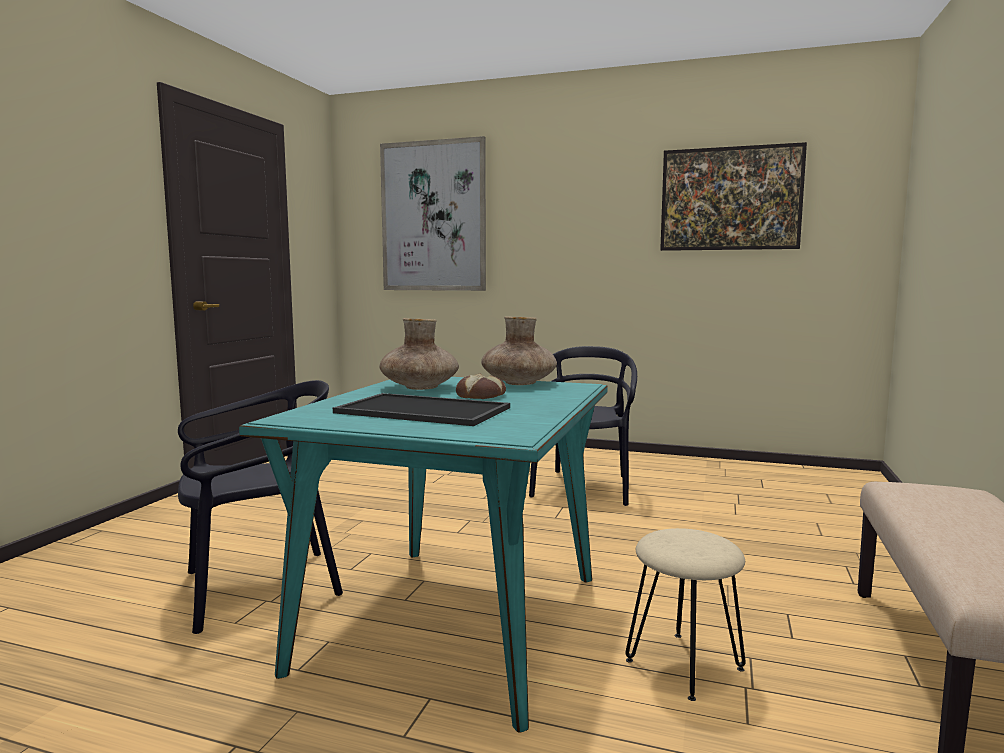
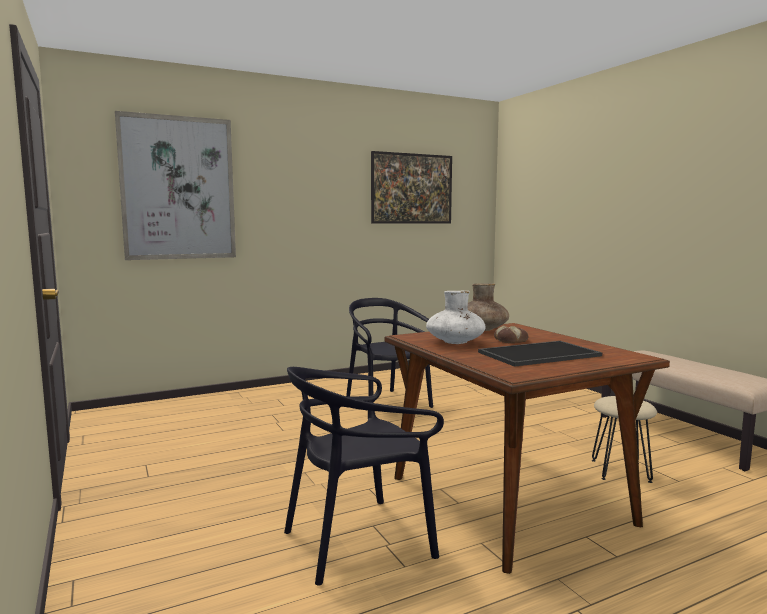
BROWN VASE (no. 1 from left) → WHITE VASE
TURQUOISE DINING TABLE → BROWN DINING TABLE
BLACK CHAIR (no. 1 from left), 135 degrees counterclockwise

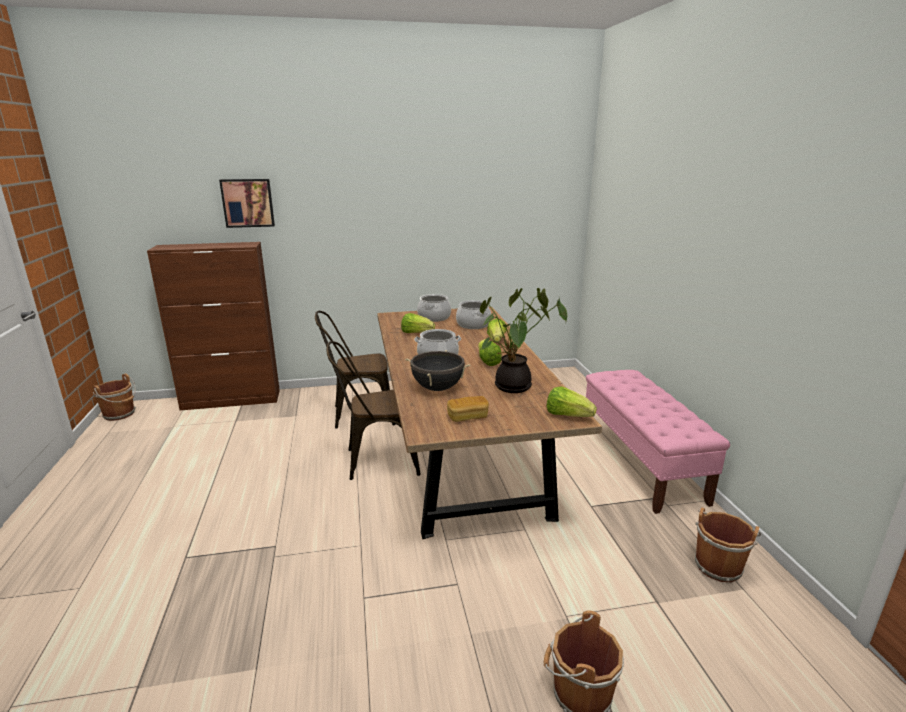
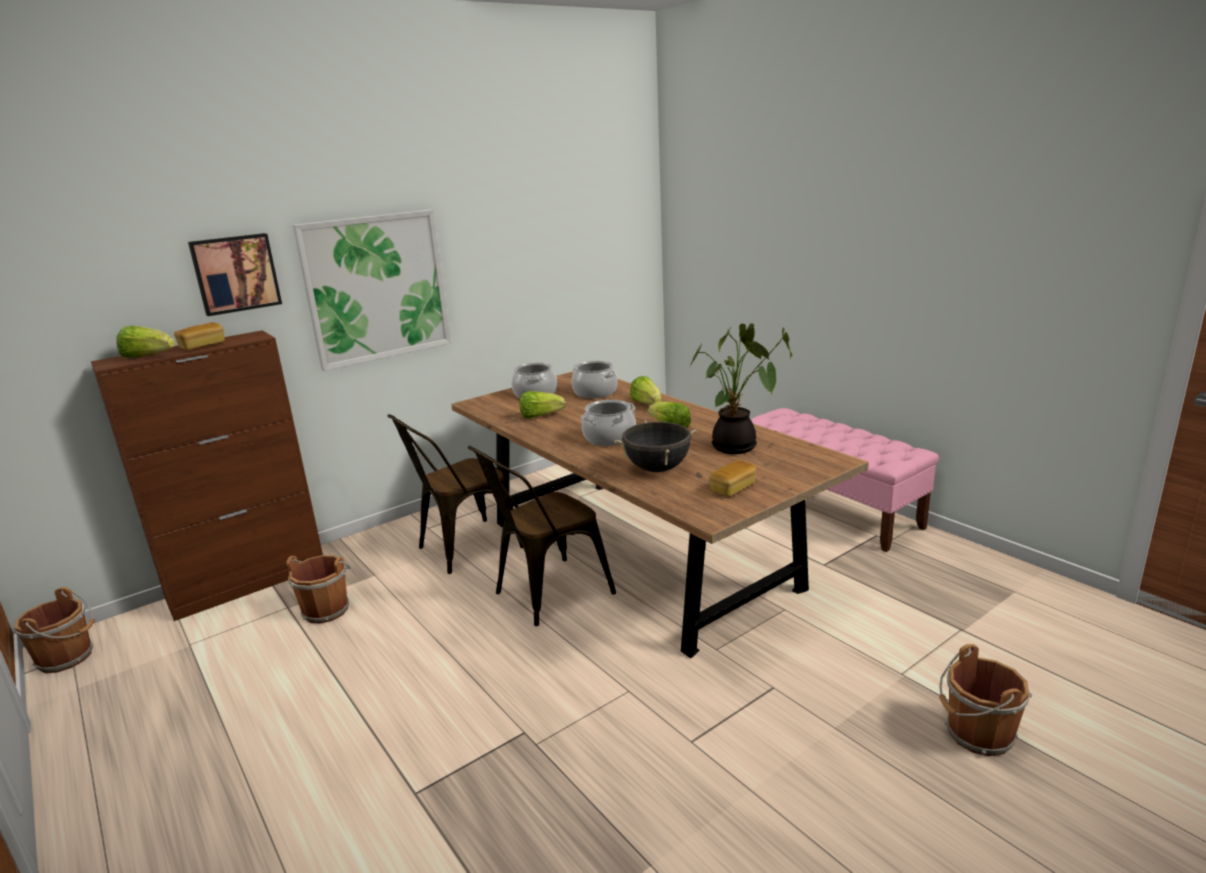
LETTUCE (no. 4 from left in the first image) → LETTUCE (no. 1 from left), shifted
BROWN BUCKET (no. 3 from left in the first image) → BROWN BUCKET (no. 2 from left), shifted
- → PICTURE (no. 2 from left)
- → BREAD (no. 1 from left)

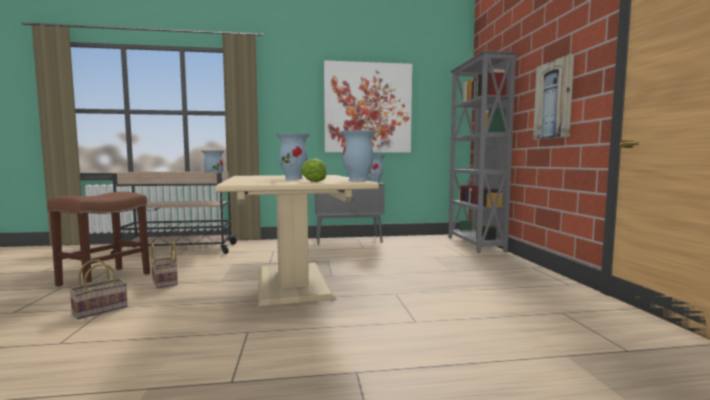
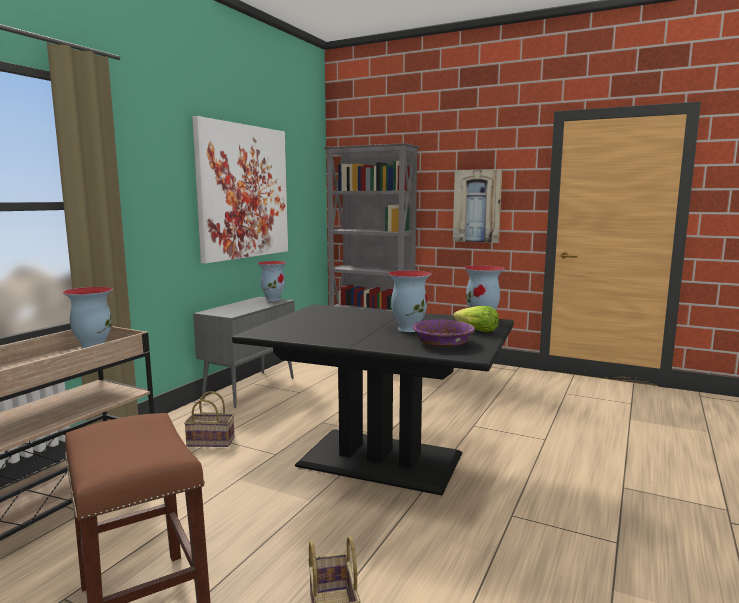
BEIGE DINING TABLE → BLACK DINING TABLE
BASKET (no. 2 from left in the first image) → BASKET (no. 1 from left), shifted
- → PURPLE BOWL

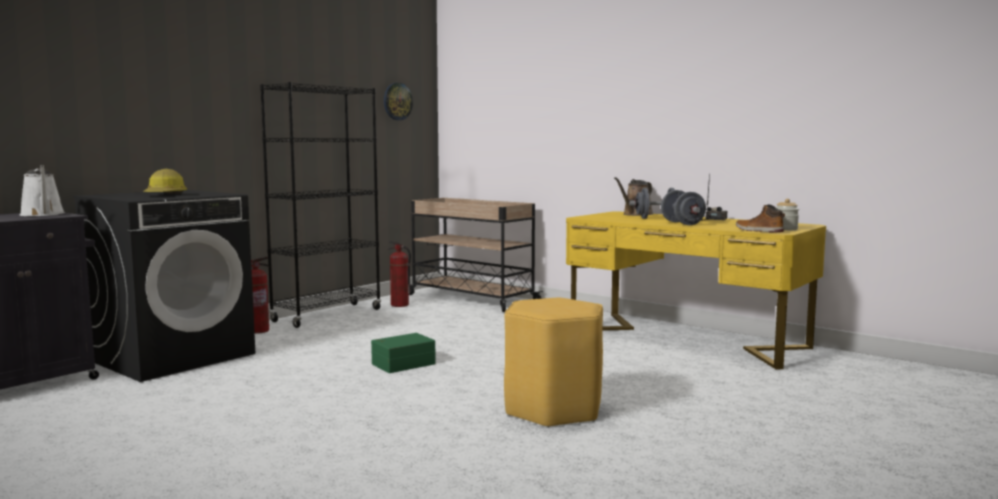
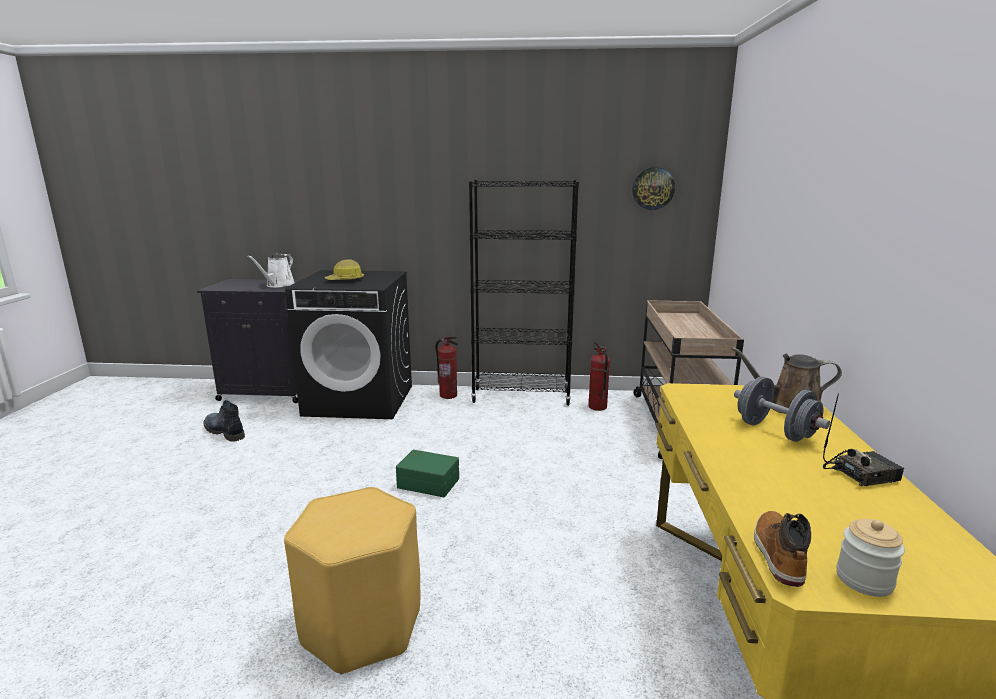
GREY DUMBBELL (no. 2 from left) → -
- → BOOT (no. 1 from left)

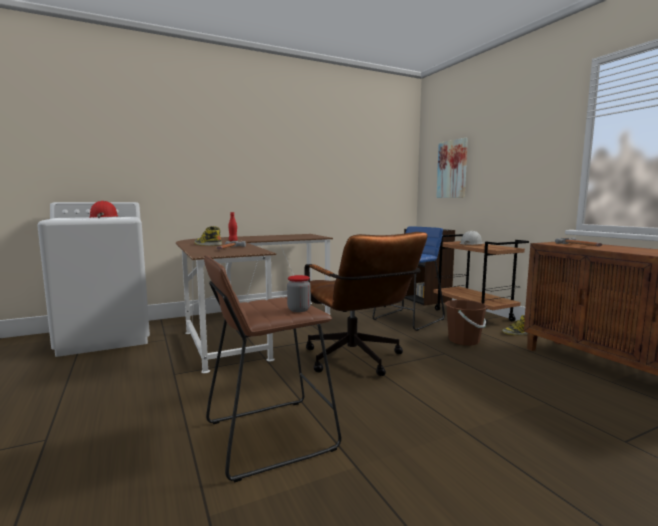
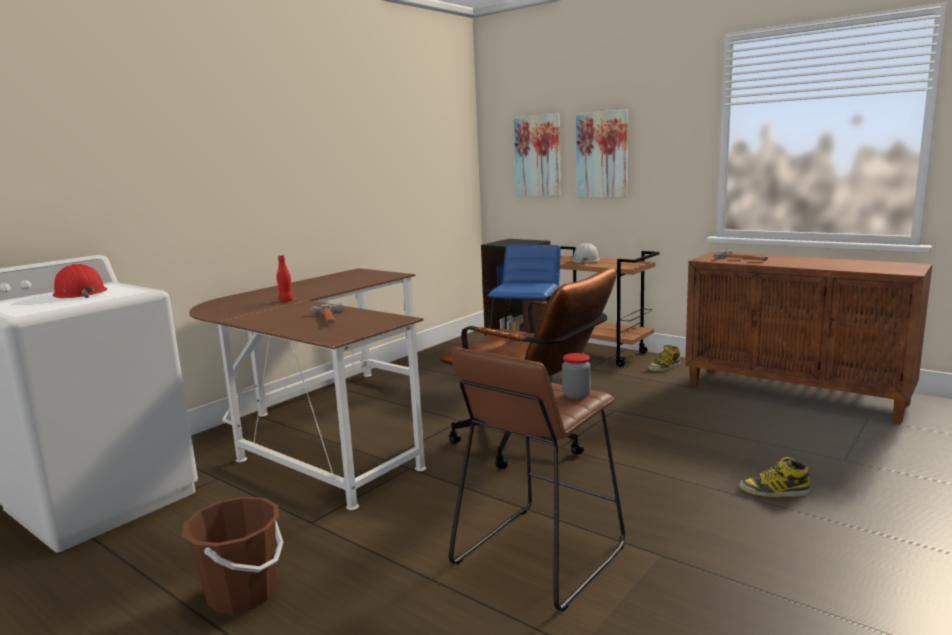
BOOT (no. 1 from left in the first image) → BOOT (no. 2 from left), shifted
BROWN BUCKET, shifted
- → PICTURE (no. 2 from left)

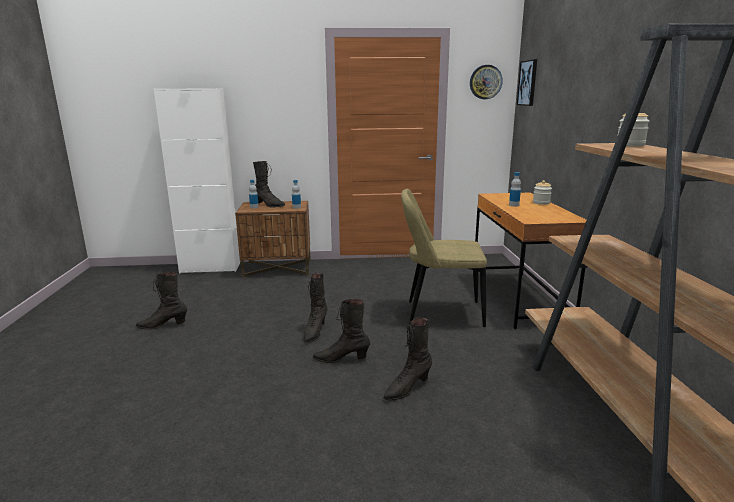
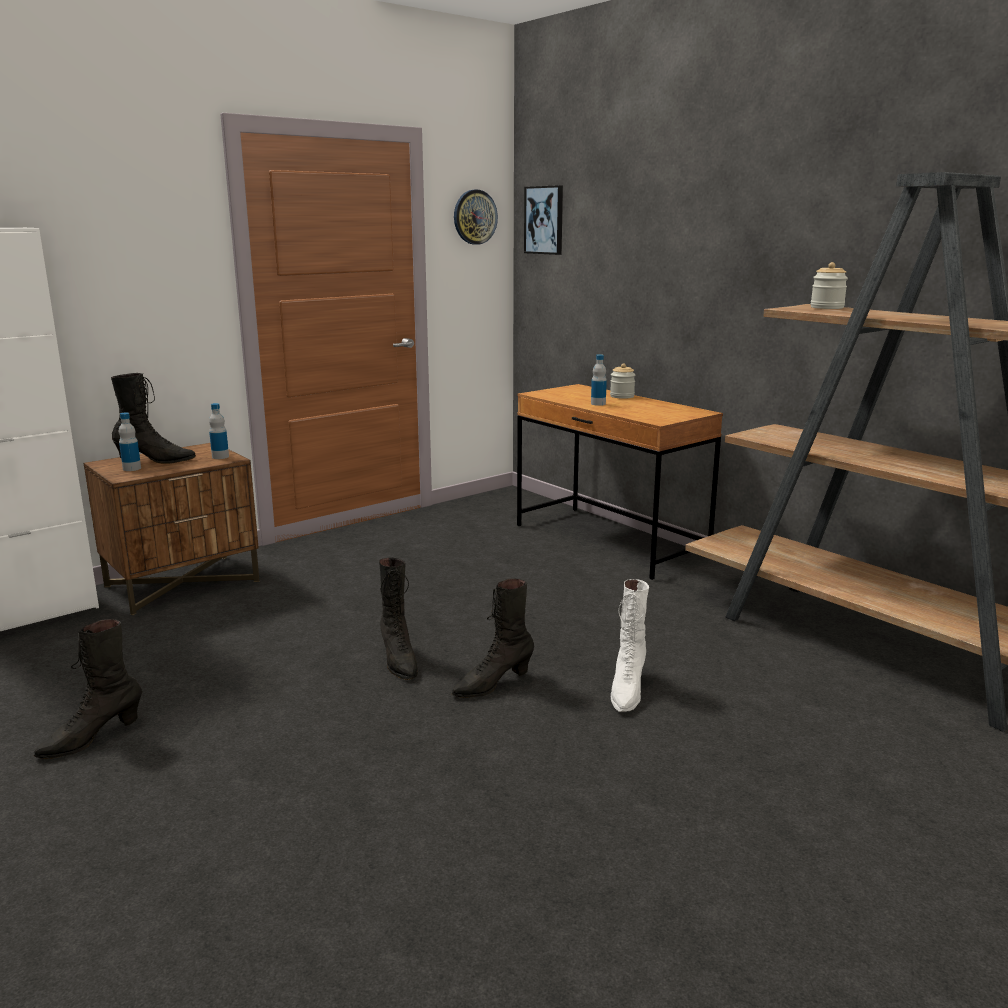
BEIGE CHAIR → -
BLACK BOOT (no. 5 from left) → WHITE BOOT

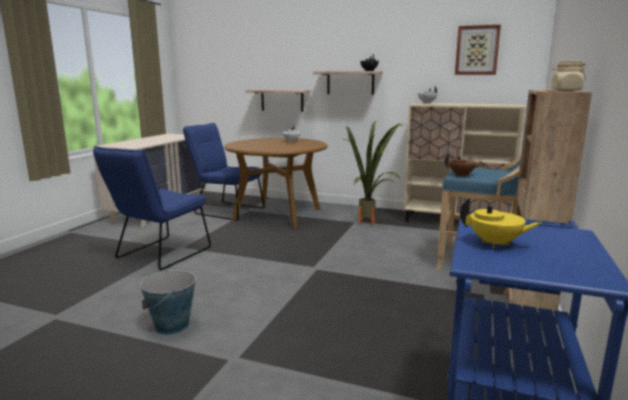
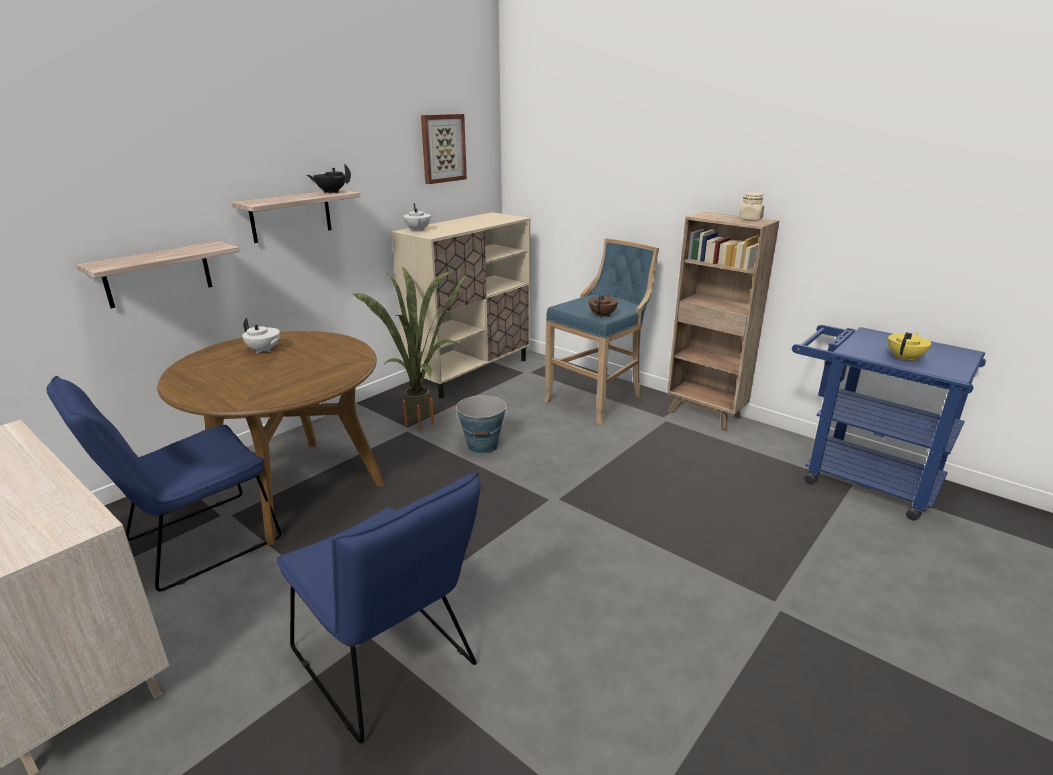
BUCKET, shifted

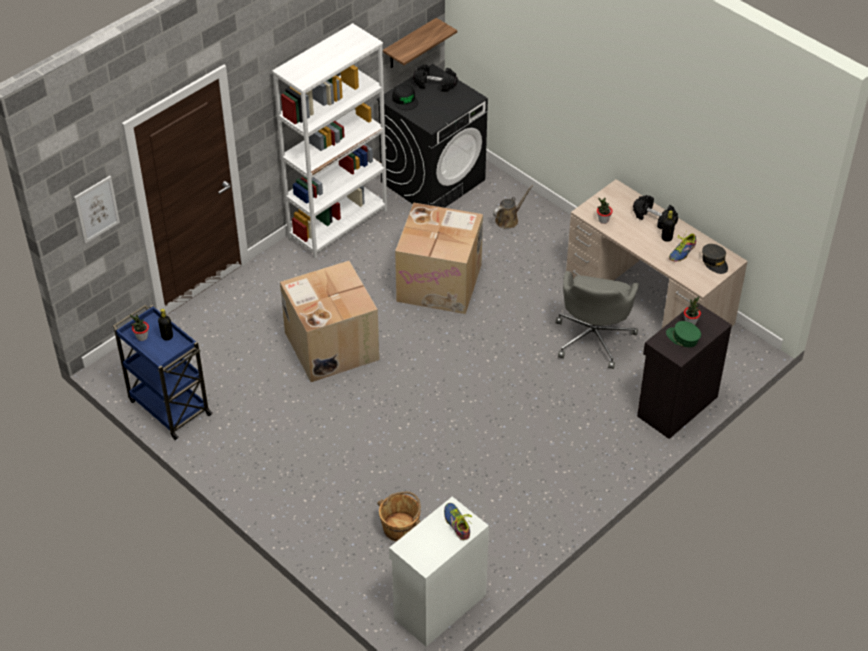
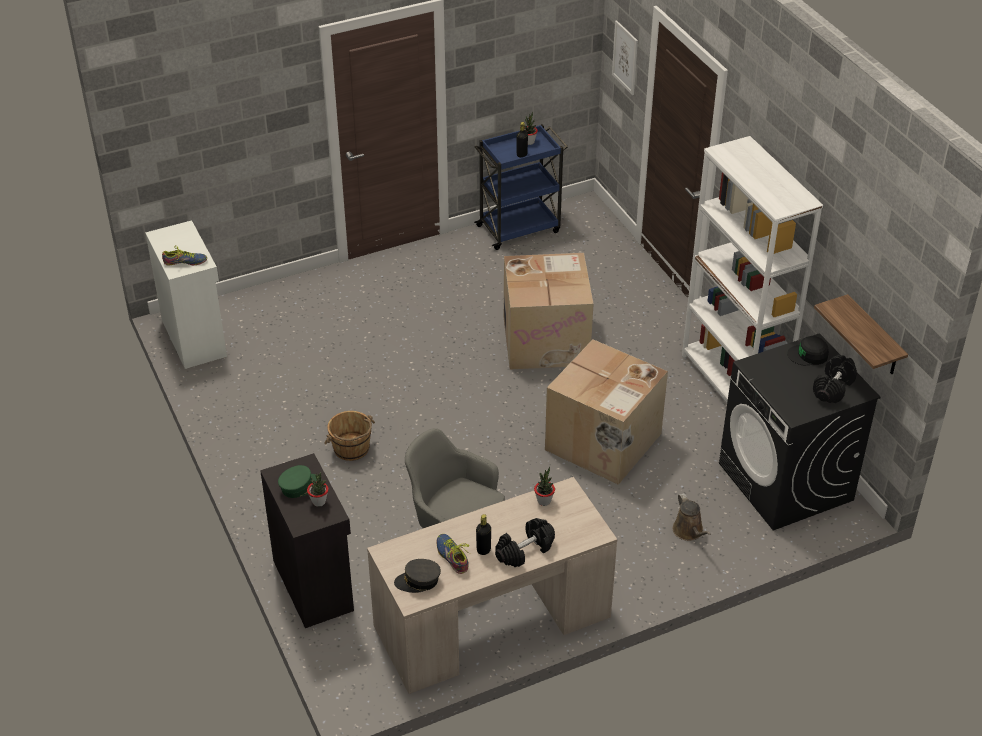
BROWN BUCKET, shifted

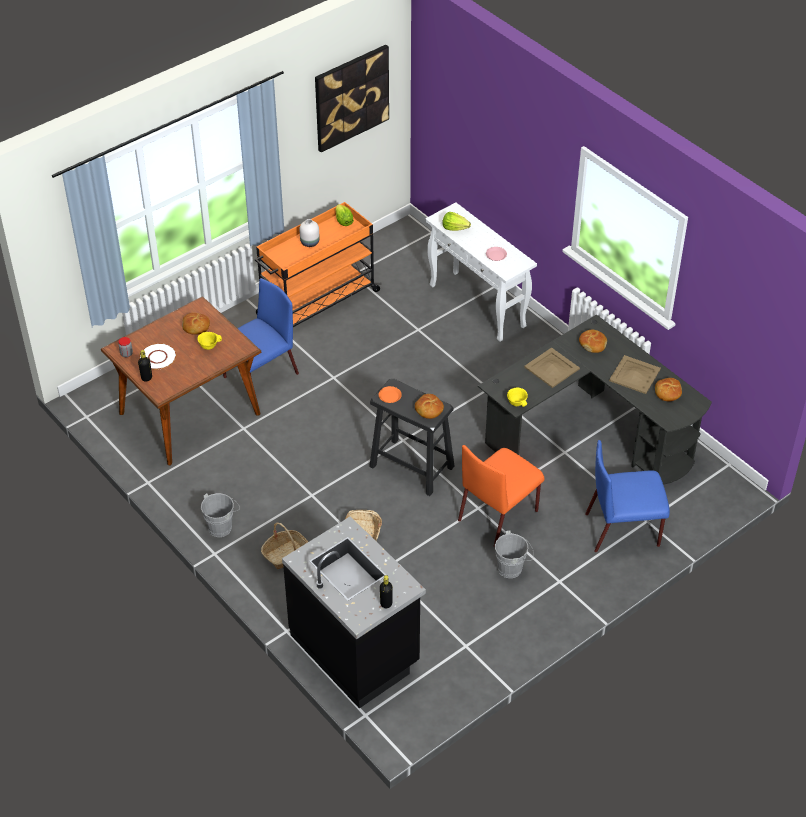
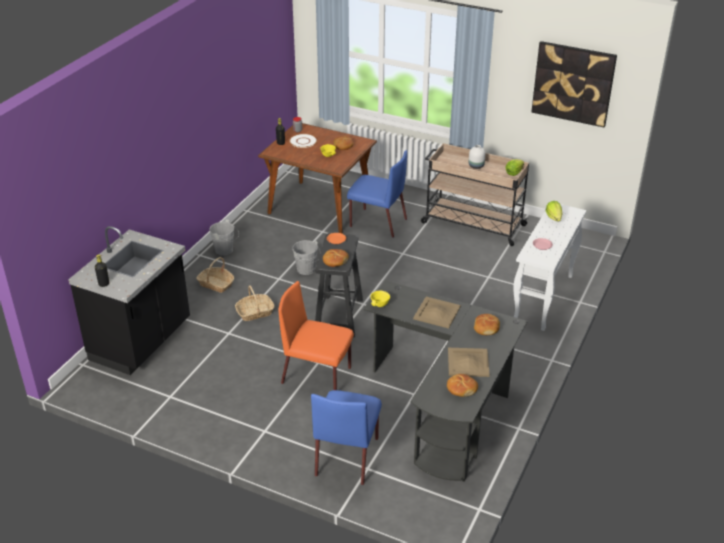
ORANGE CART → BEIGE CART
BLUE CHAIR (no. 2 from left in the first image) → BLUE CHAIR (no. 1 from left), 135 degrees counterclockwise
GREY BUCKET (no. 2 from left), shifted

